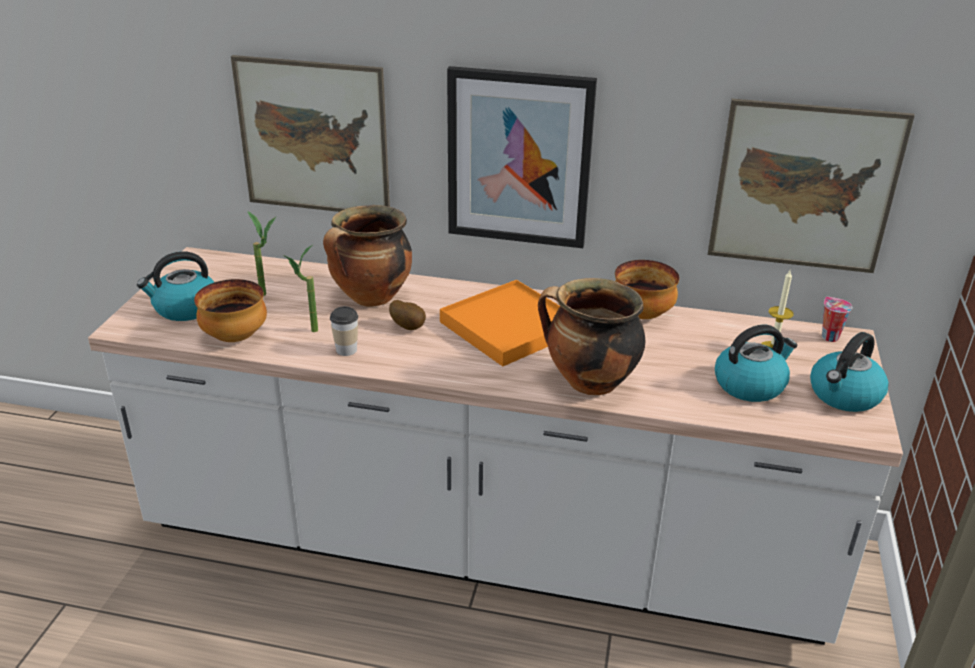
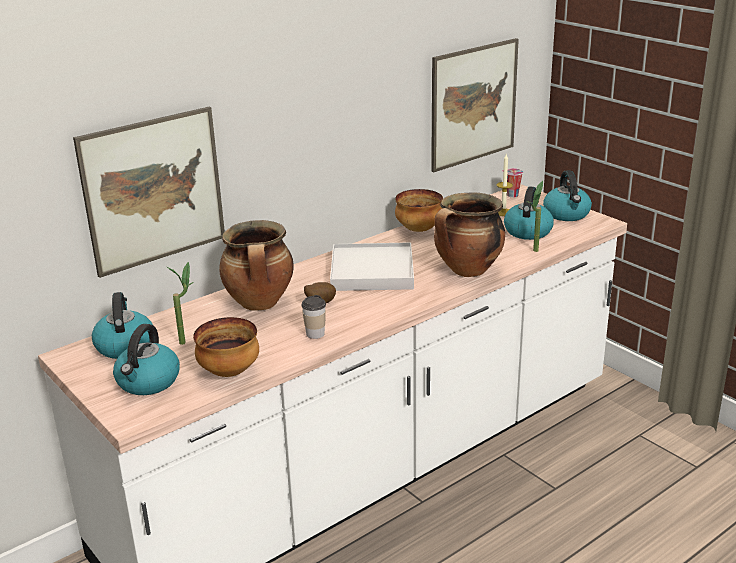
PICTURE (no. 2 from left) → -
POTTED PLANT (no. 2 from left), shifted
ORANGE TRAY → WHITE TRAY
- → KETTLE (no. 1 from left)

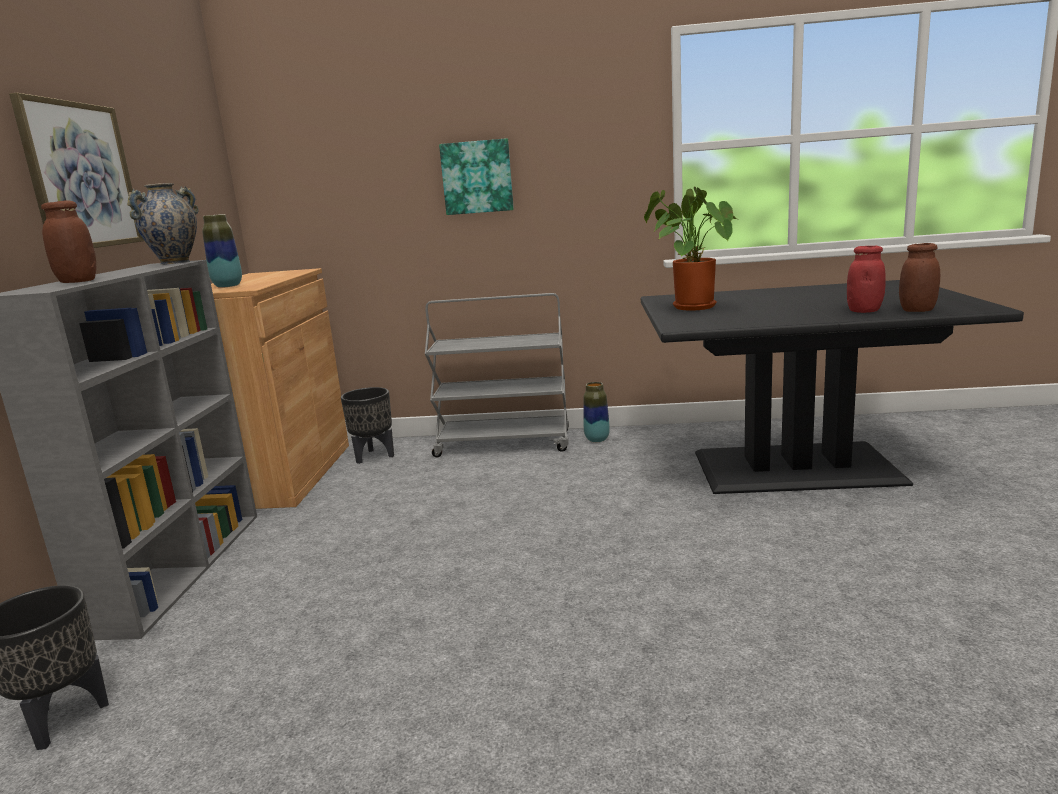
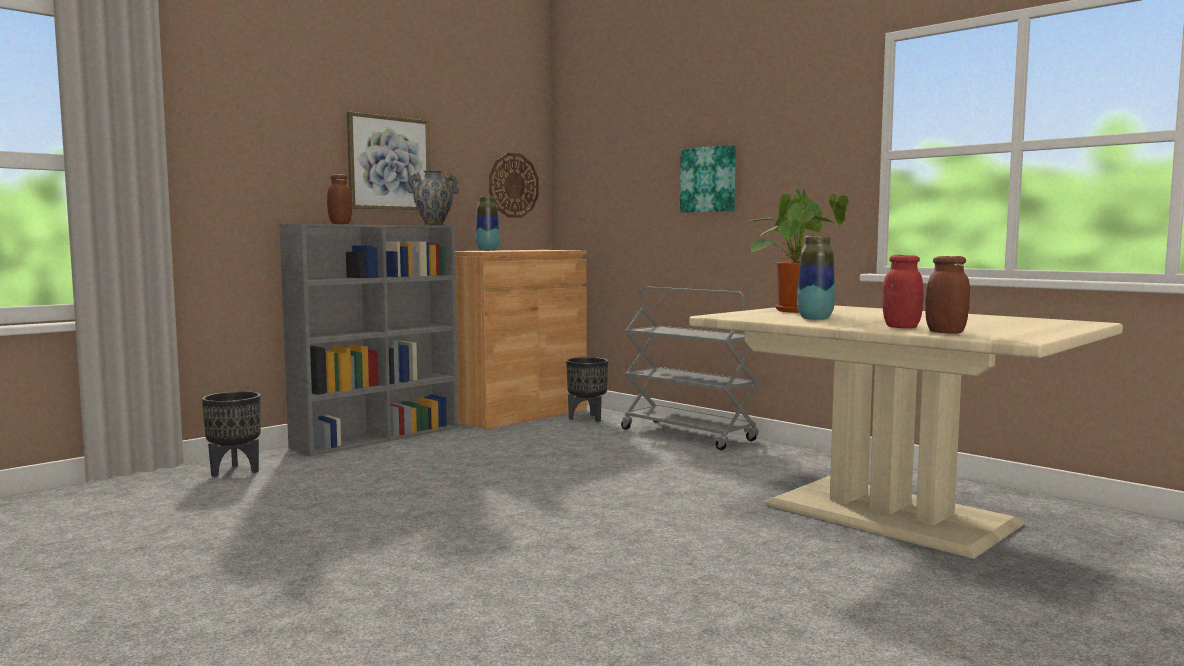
BLACK DINING TABLE → BEIGE DINING TABLE
VASE (no. 3 from left), shifted
- → WALL CLOCK

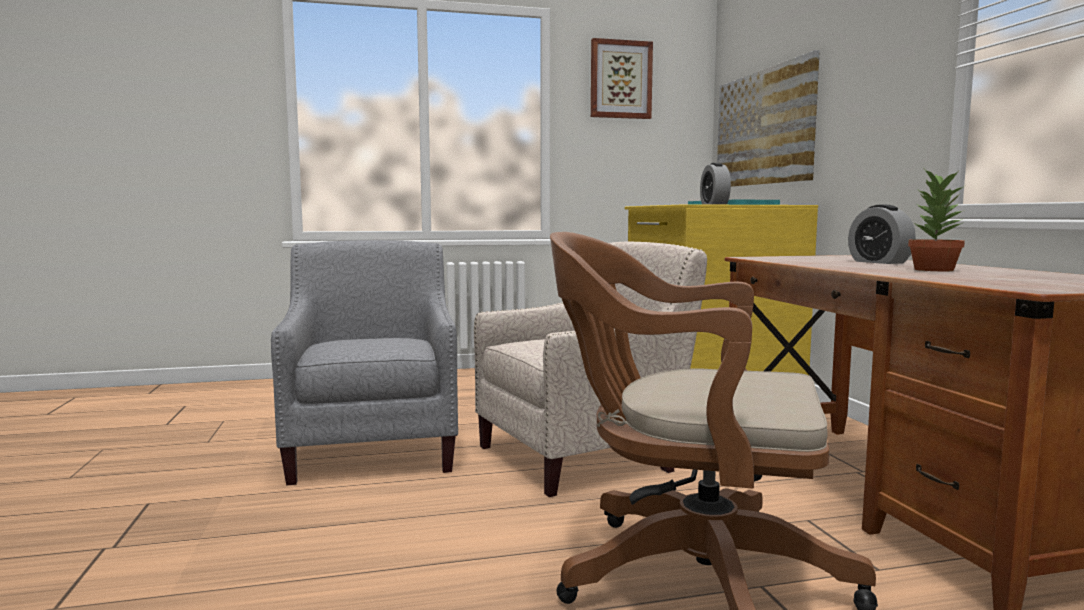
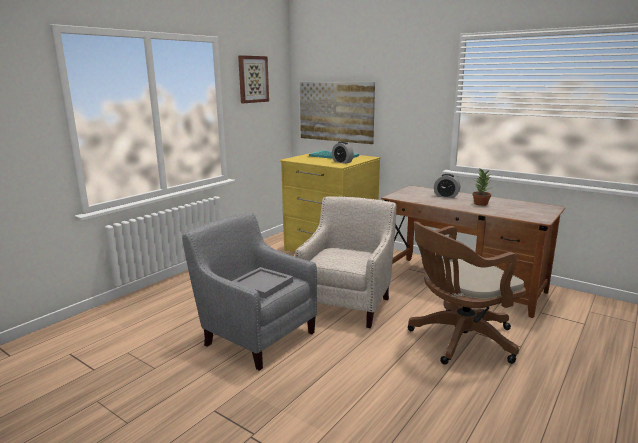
- → GREY TRAY

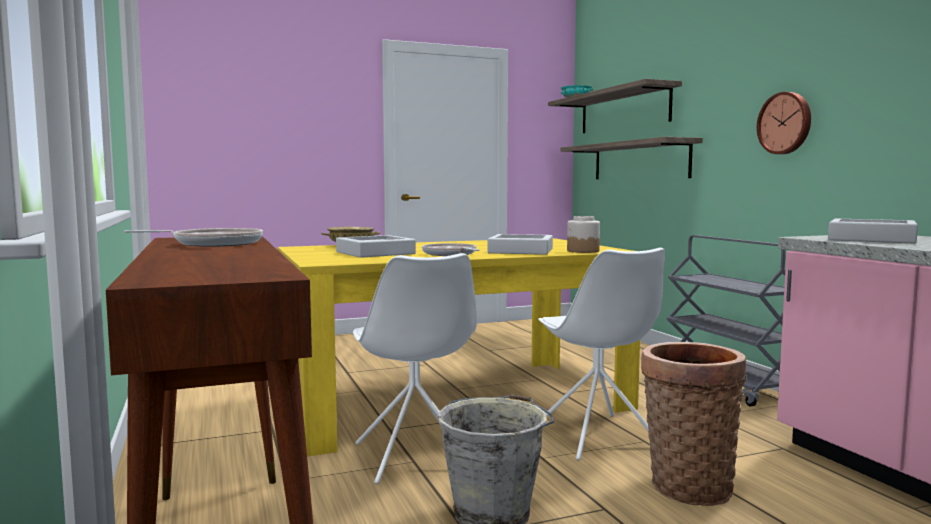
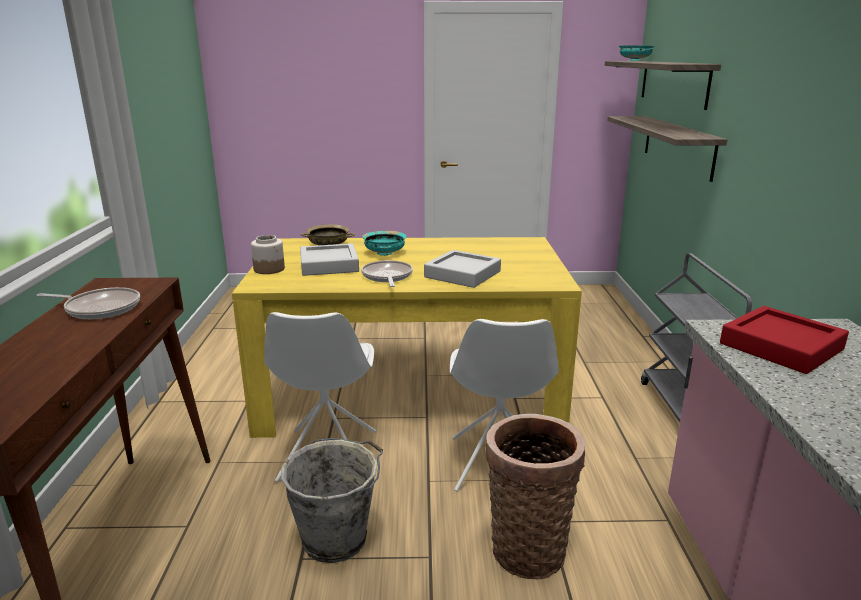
WALL CLOCK → -
JAR, shifted
GREY TRAY (no. 3 from left) → RED TRAY
- → TURQUOISE BOWL (no. 1 from left)

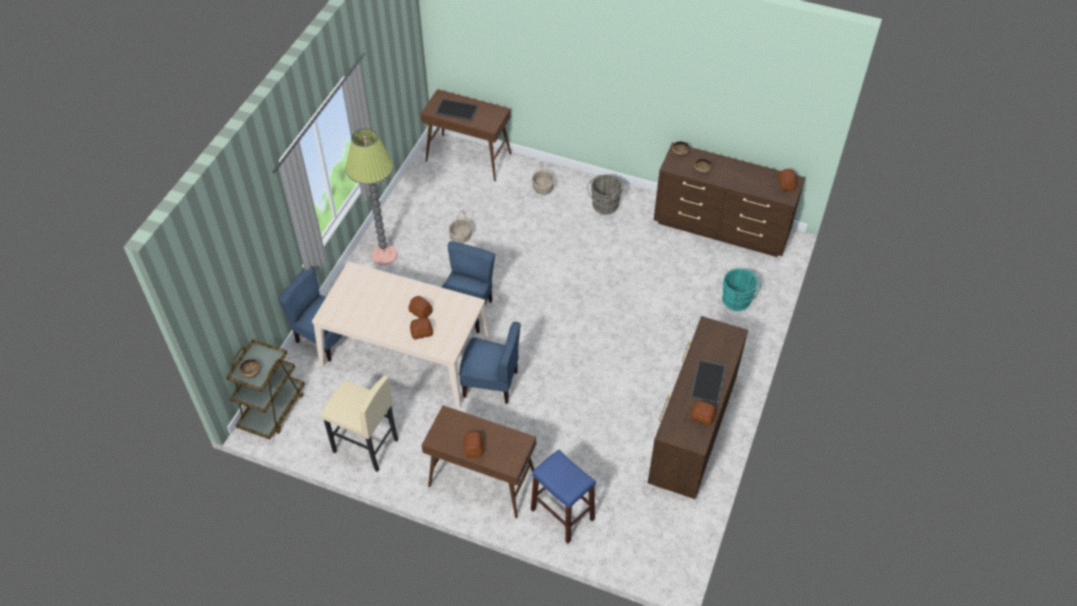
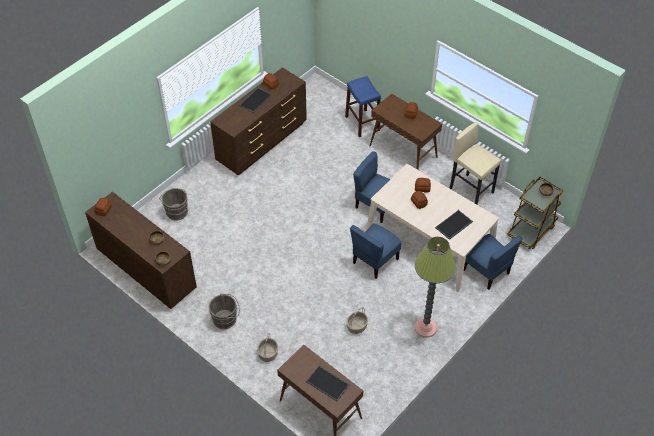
TURQUOISE BUCKET → GREY BUCKET (no. 1 from left)
- → TRAY (no. 3 from left)

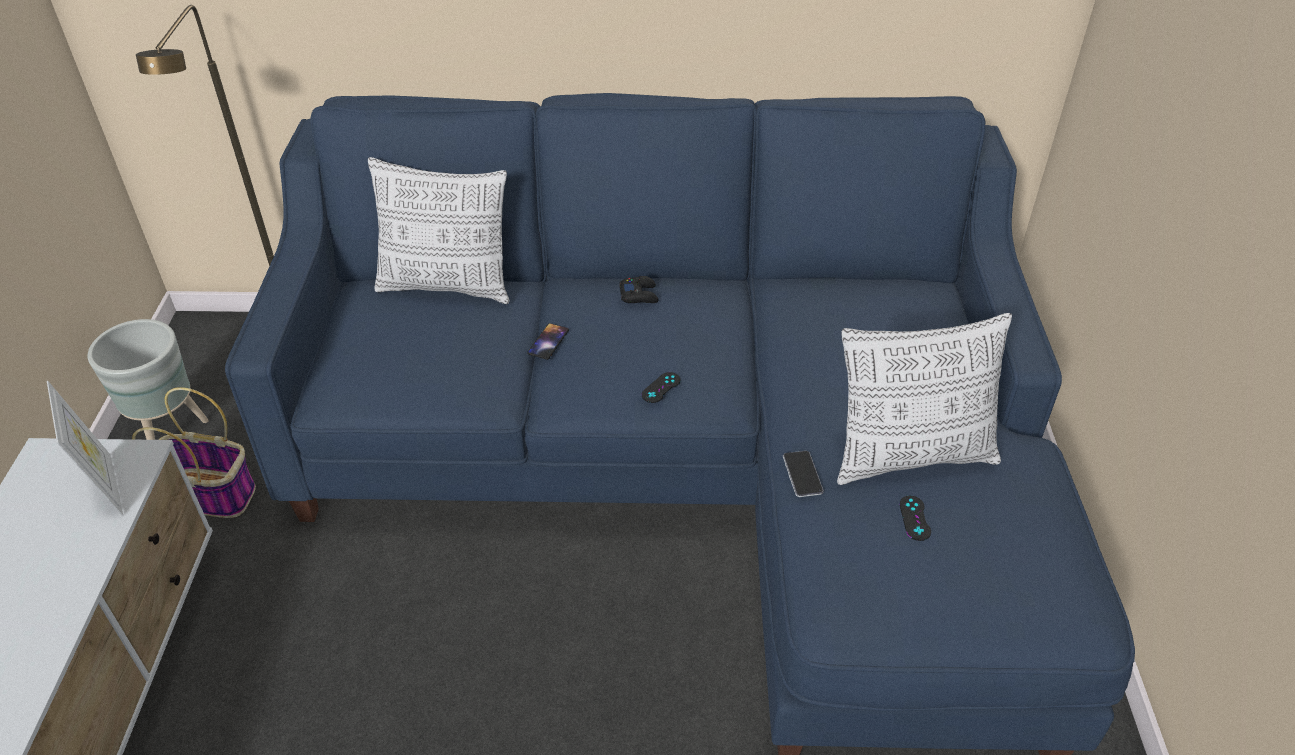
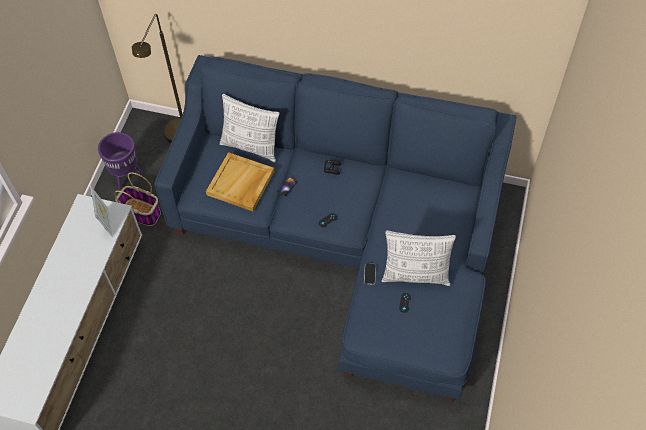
GREY PLANTER → PURPLE PLANTER
- → BEIGE TRAY

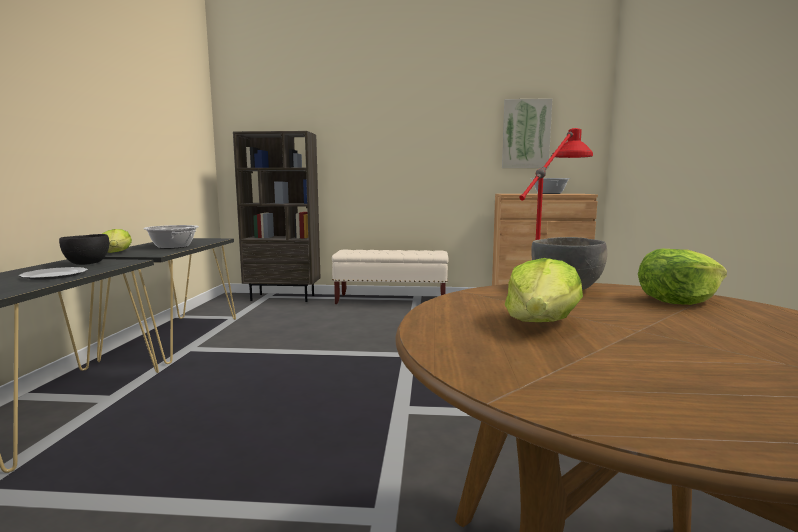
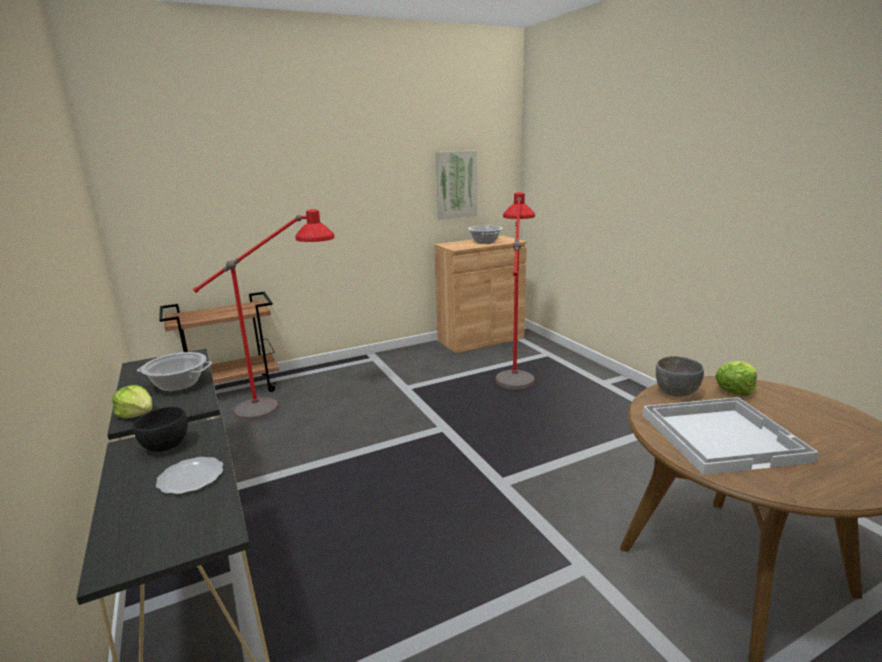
BROWN BOOKCASE → BROWN CART
BEIGE BENCH → -
LETTUCE (no. 2 from left) → WHITE TRAY
- → RED FLOOR LAMP (no. 1 from left)

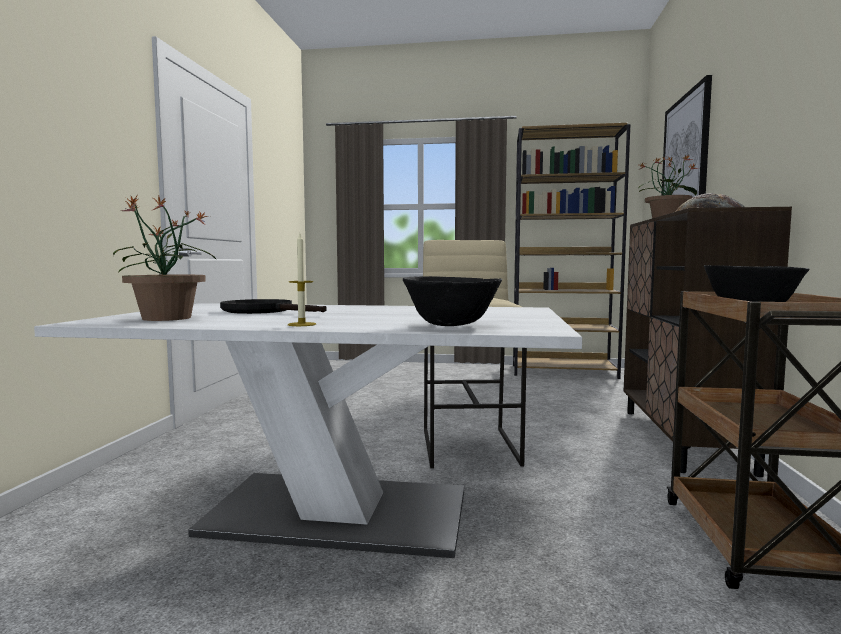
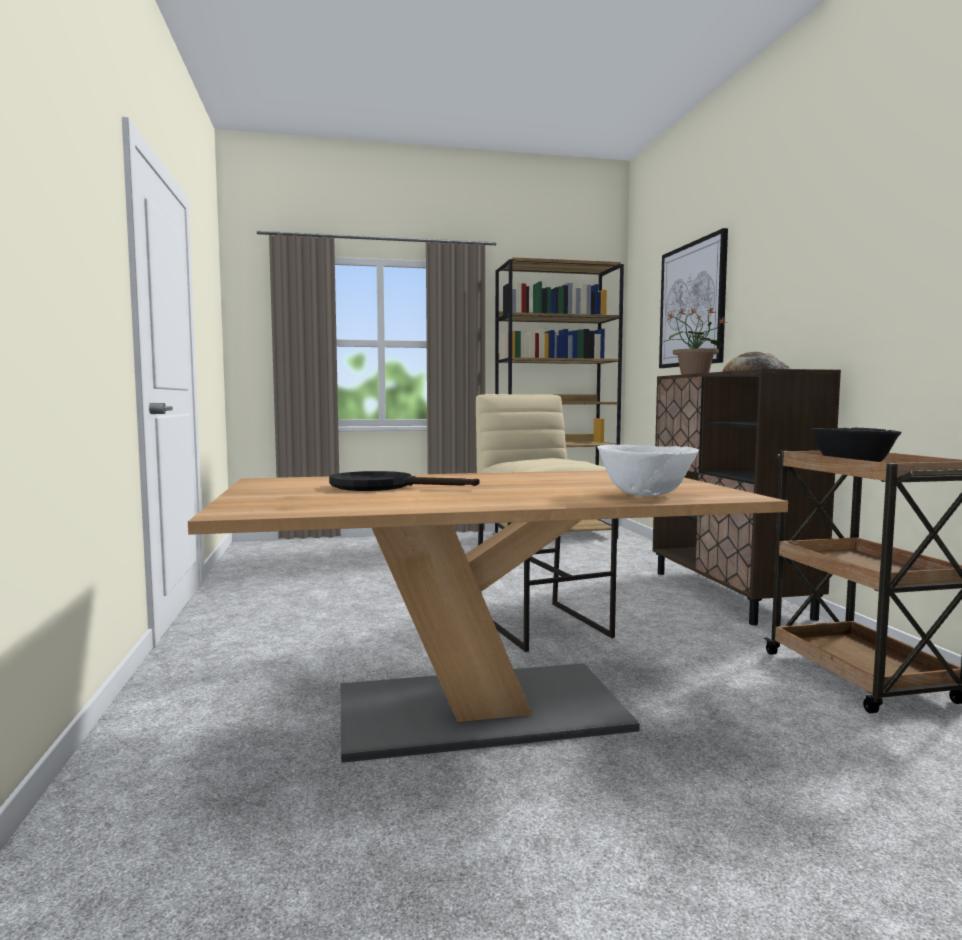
POTTED PLANT (no. 1 from left) → -
CANDLE → -
BLACK BOWL (no. 1 from left) → WHITE BOWL
WHITE DINING TABLE → BROWN DINING TABLE

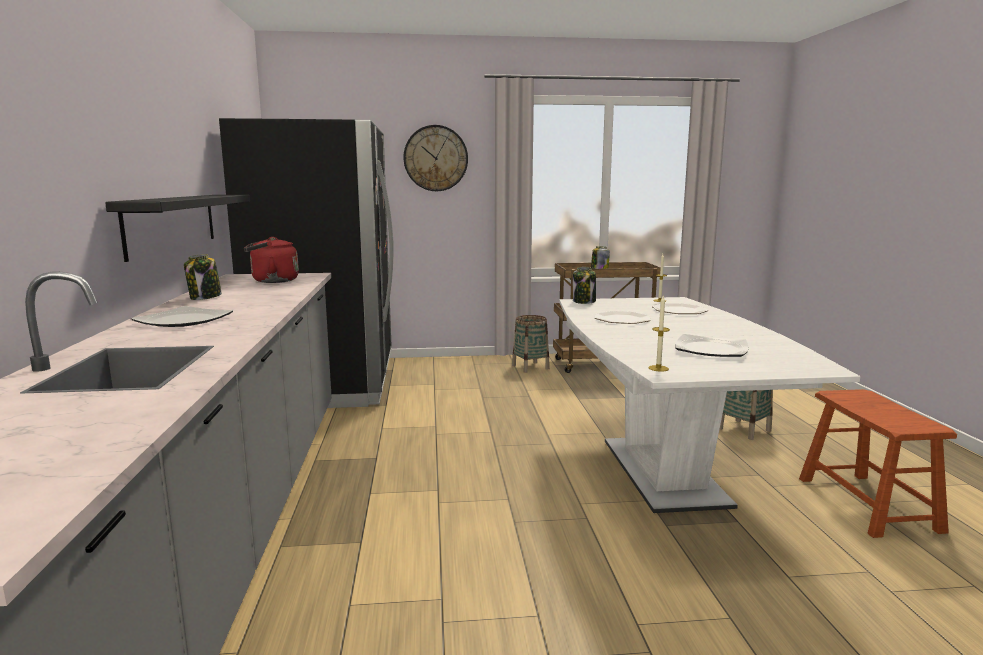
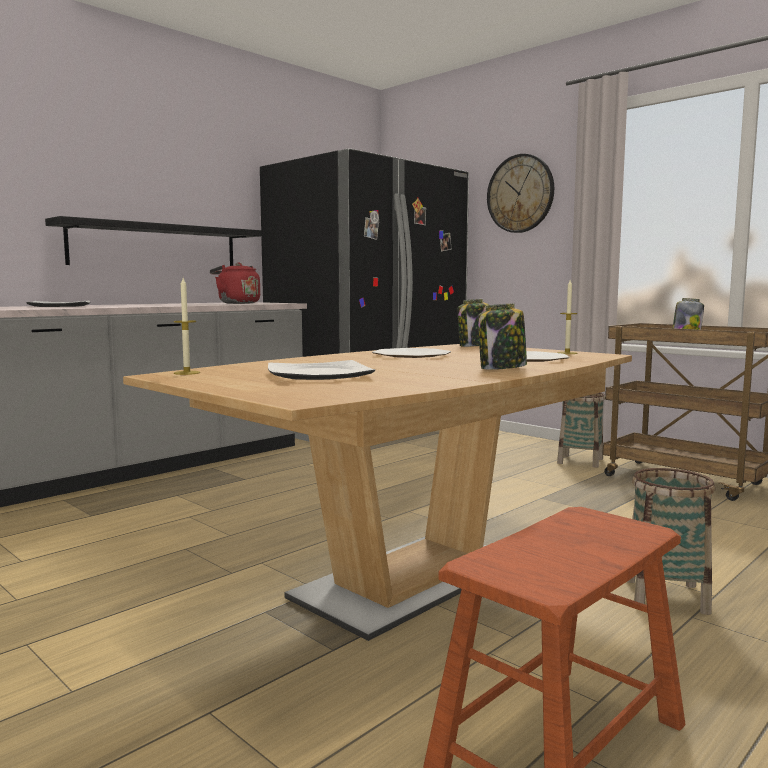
JAR (no. 1 from left in the first image) → JAR (no. 2 from left), shifted
WHITE DINING TABLE → BROWN DINING TABLE

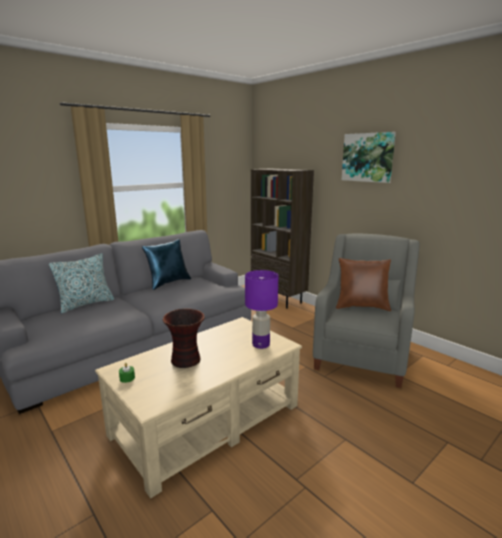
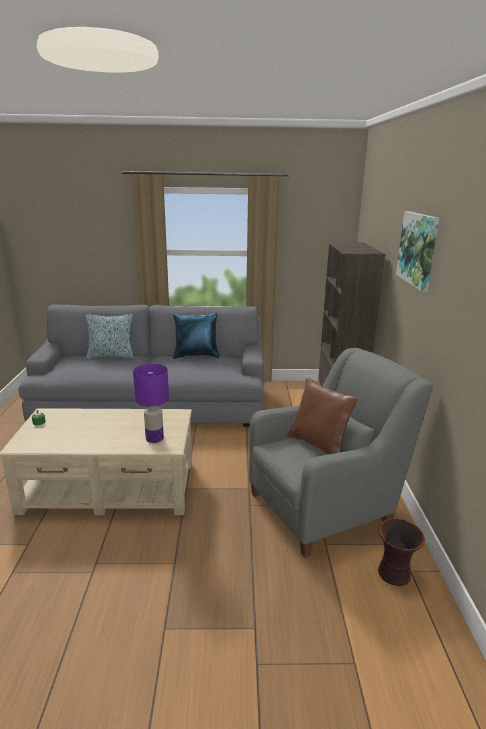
VASE, shifted

